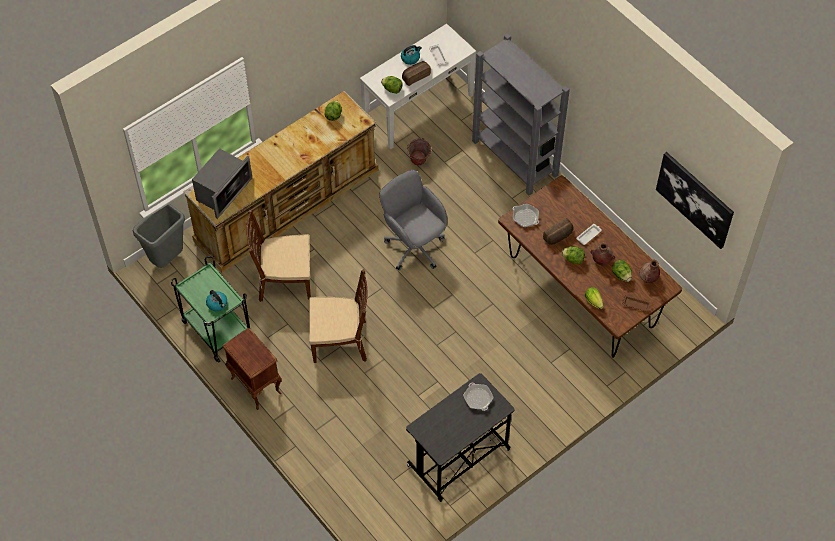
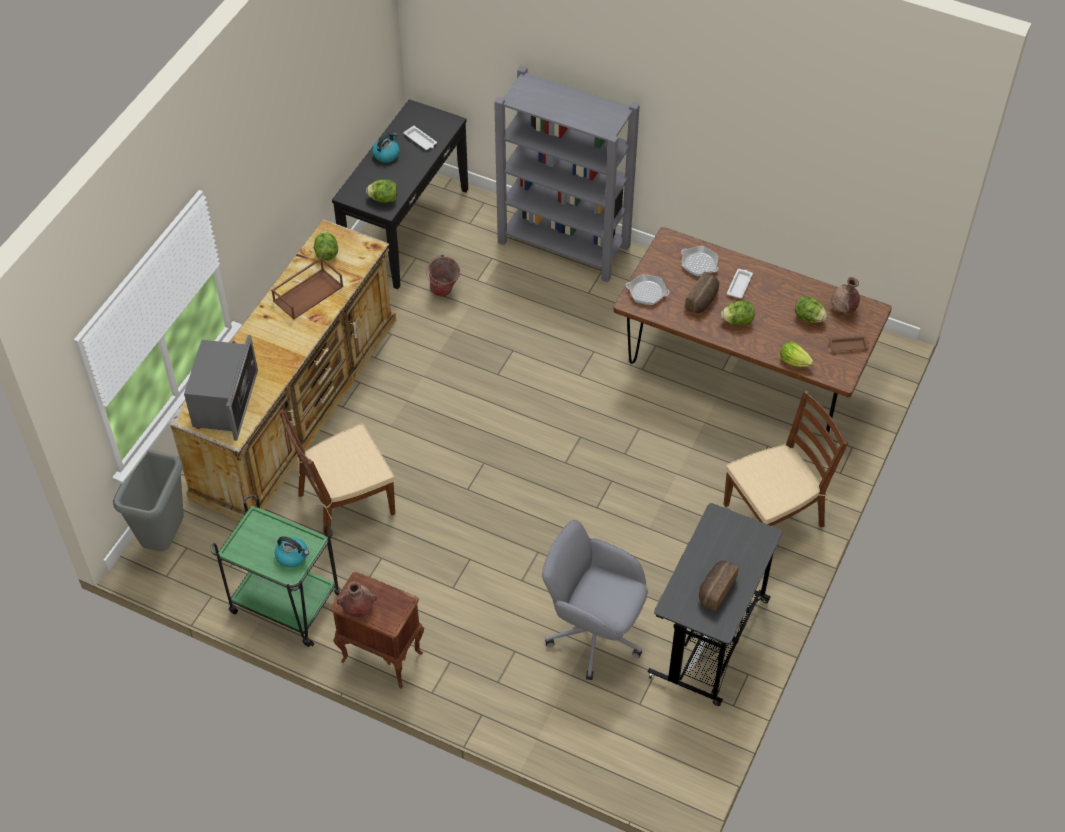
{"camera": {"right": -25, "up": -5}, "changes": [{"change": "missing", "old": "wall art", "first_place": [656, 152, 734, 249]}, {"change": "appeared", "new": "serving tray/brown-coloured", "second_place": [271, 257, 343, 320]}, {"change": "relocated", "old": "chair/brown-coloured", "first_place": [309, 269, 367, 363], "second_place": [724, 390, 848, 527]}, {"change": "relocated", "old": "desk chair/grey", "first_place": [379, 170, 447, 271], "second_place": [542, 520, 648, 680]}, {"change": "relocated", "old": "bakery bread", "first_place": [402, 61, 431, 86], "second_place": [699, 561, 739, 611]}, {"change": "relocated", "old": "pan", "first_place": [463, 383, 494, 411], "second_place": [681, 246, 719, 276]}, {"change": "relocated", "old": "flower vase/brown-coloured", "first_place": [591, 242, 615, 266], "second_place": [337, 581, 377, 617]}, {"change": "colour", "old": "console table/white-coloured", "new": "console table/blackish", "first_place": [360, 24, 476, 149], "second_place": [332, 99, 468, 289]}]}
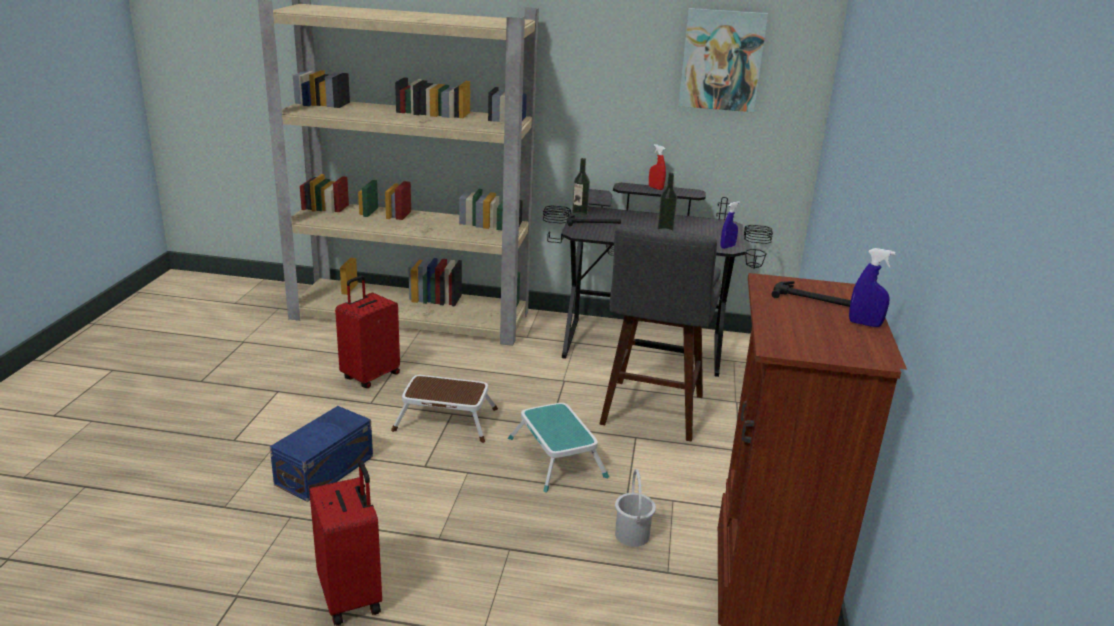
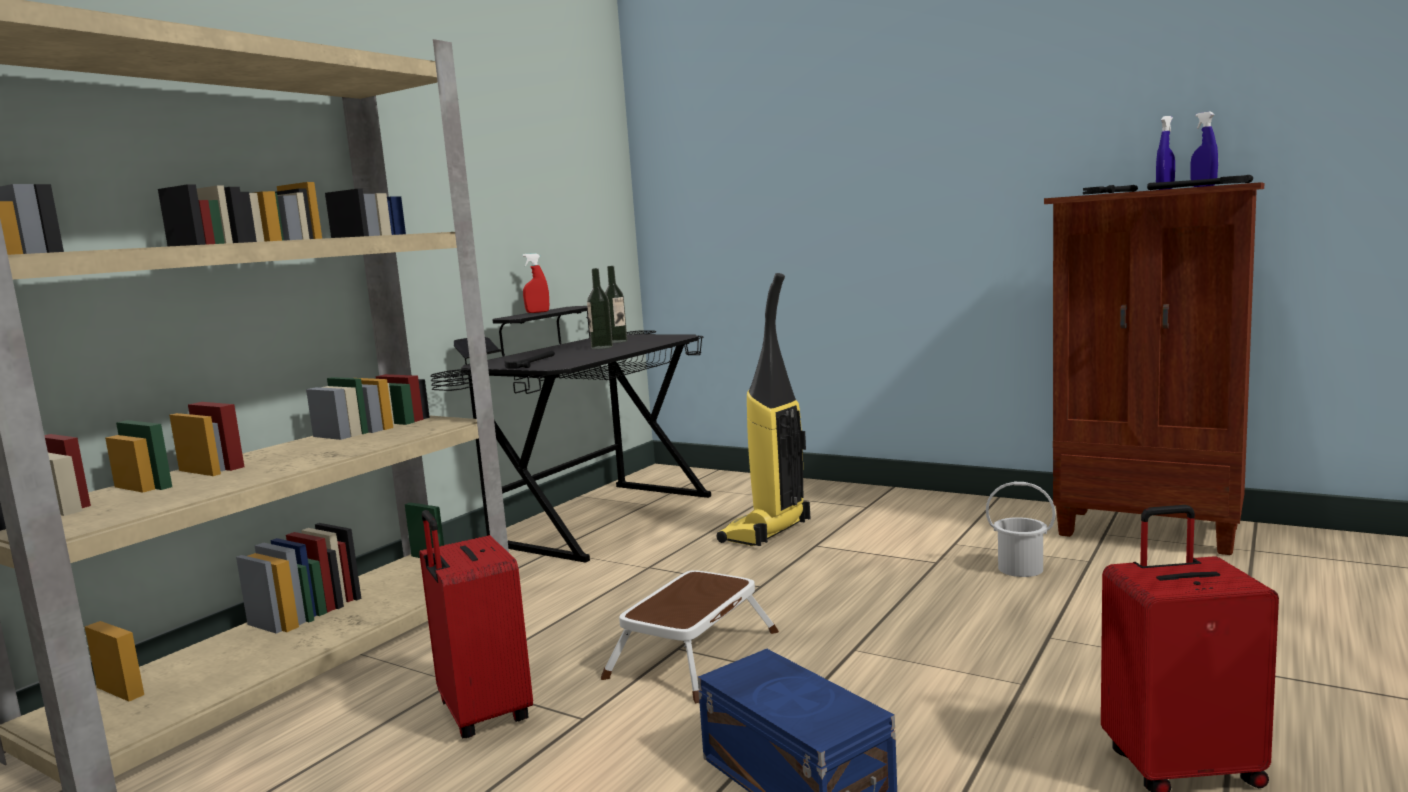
{"camera": {"right": -65, "up": -15}, "changes": [{"change": "missing", "old": "step stool/blue-green", "first_place": [508, 403, 609, 493]}, {"change": "missing", "old": "wall art", "first_place": [678, 8, 768, 112]}, {"change": "appeared", "new": "hand hammer", "second_place": [1147, 175, 1253, 190]}, {"change": "relocated", "old": "bottle", "first_place": [572, 158, 590, 218], "second_place": [605, 266, 627, 343]}, {"change": "relocated", "old": "hand sprayer/blue", "first_place": [720, 202, 740, 249], "second_place": [1191, 111, 1218, 187]}, {"change": "exchanged", "old": "sitting stool/grey", "new": "hoover", "first_place": [600, 225, 721, 442], "second_place": [716, 273, 811, 546]}]}
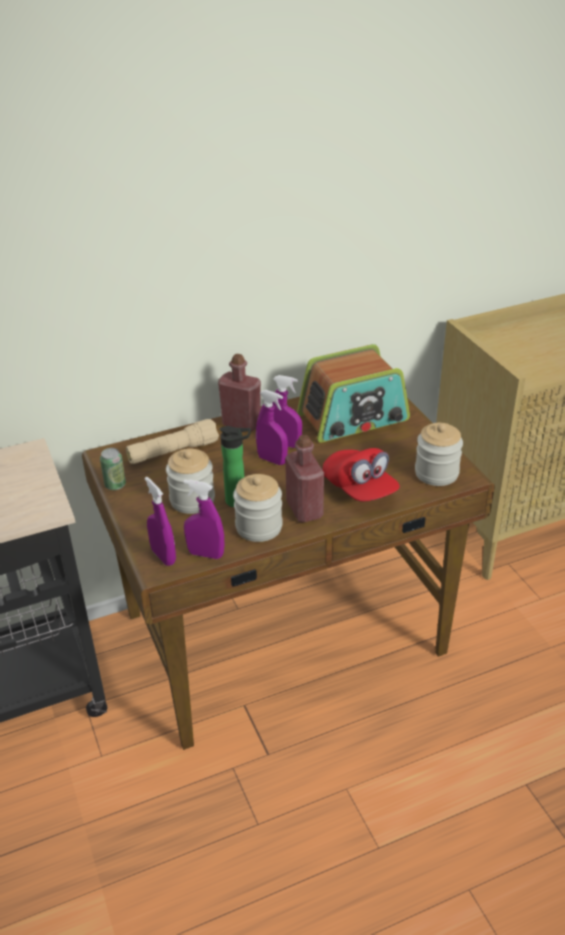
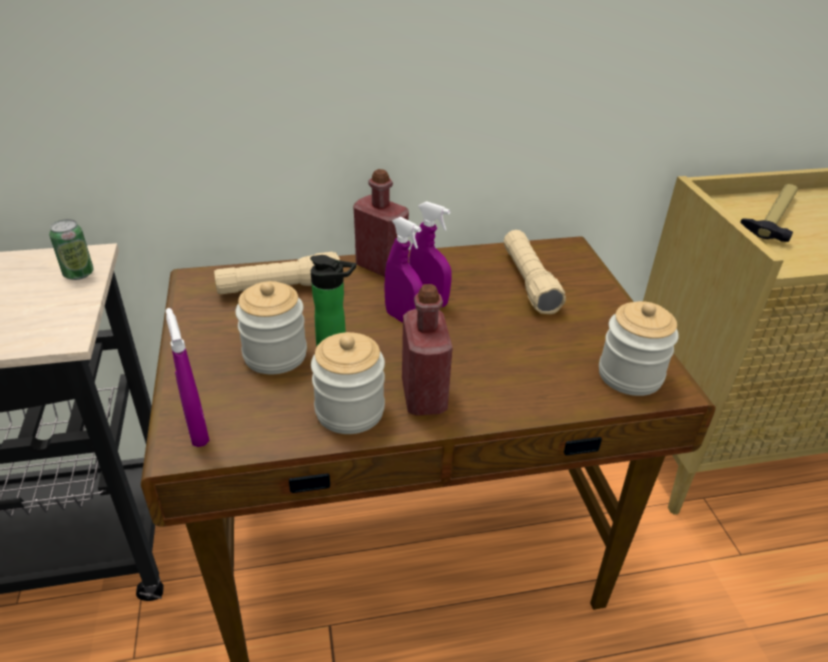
{"camera": {"right": 10, "up": 0}, "changes": [{"change": "missing", "old": "hand sprayer/purple", "first_place": [184, 479, 224, 559]}, {"change": "missing", "old": "baseball cap/red-coloured", "first_place": [323, 448, 400, 502]}, {"change": "appeared", "new": "hand hammer", "second_place": [740, 184, 798, 242]}, {"change": "relocated", "old": "metal can", "first_place": [100, 448, 126, 490], "second_place": [49, 219, 94, 280]}, {"change": "exchanged", "old": "radio set", "new": "torch/beige", "first_place": [297, 344, 410, 443], "second_place": [504, 230, 566, 314]}]}
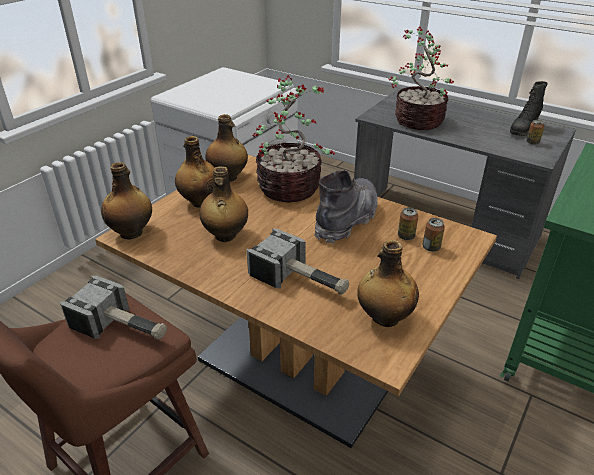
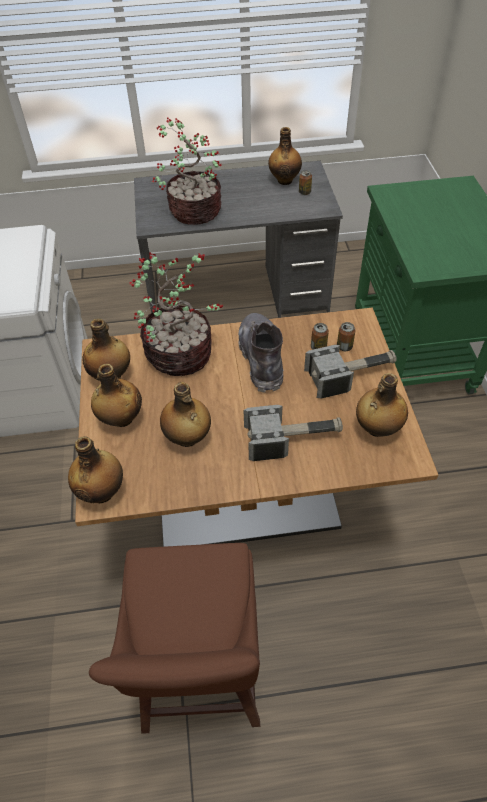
{"camera": {"right": -40, "up": 15}, "changes": [{"change": "relocated", "old": "hand hammer", "first_place": [60, 276, 167, 340], "second_place": [304, 345, 397, 399]}, {"change": "exchanged", "old": "tall boot/blackish", "new": "bottle", "first_place": [510, 81, 548, 136], "second_place": [268, 127, 302, 185]}]}
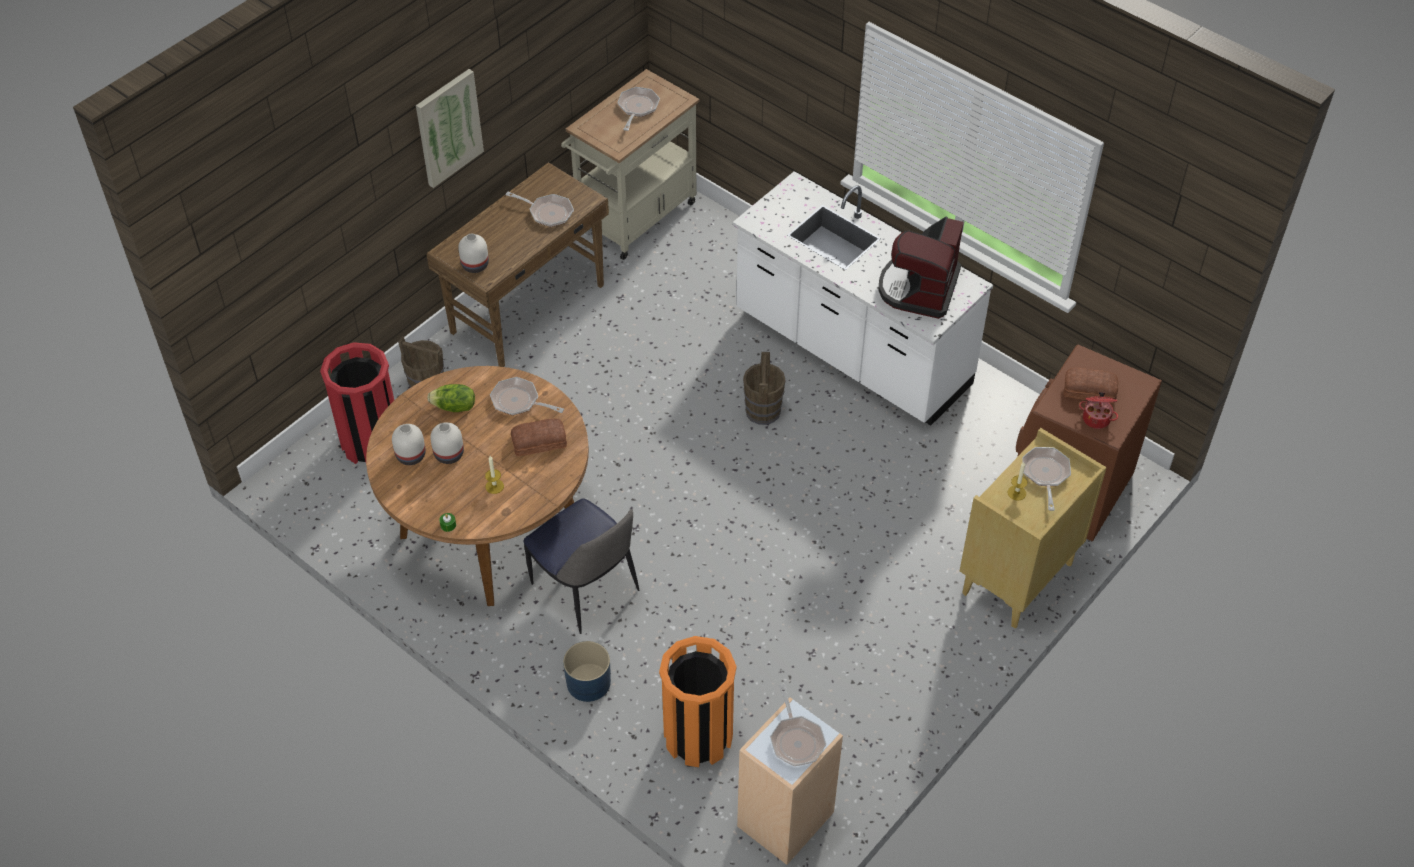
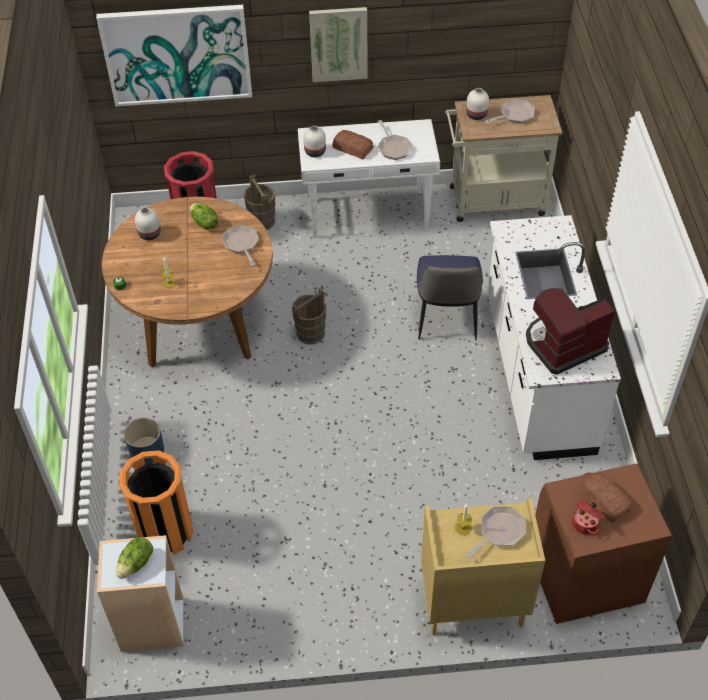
{"camera": {"right": 45, "up": 0}, "changes": [{"change": "appeared", "new": "wall art", "second_place": [96, 5, 252, 106]}, {"change": "relocated", "old": "flower vase/white-coloured", "first_place": [430, 422, 464, 464], "second_place": [466, 88, 489, 120]}, {"change": "relocated", "old": "bakery bread", "first_place": [511, 419, 567, 456], "second_place": [333, 130, 373, 159]}, {"change": "relocated", "old": "chair", "first_place": [523, 498, 639, 634], "second_place": [417, 255, 483, 340]}, {"change": "relocated", "old": "bucket/brown-coloured", "first_place": [743, 352, 786, 425], "second_place": [292, 288, 326, 345]}, {"change": "exchanged", "old": "pan", "new": "lettuce head", "first_place": [770, 684, 826, 766], "second_place": [116, 537, 153, 579]}, {"change": "colour", "old": "console table/brown-coloured", "new": "console table/white-coloured", "first_place": [427, 162, 609, 367], "second_place": [298, 119, 440, 238]}]}
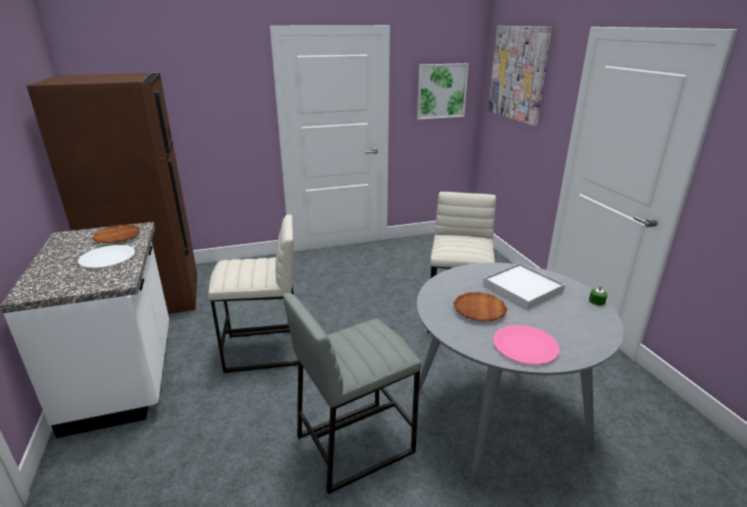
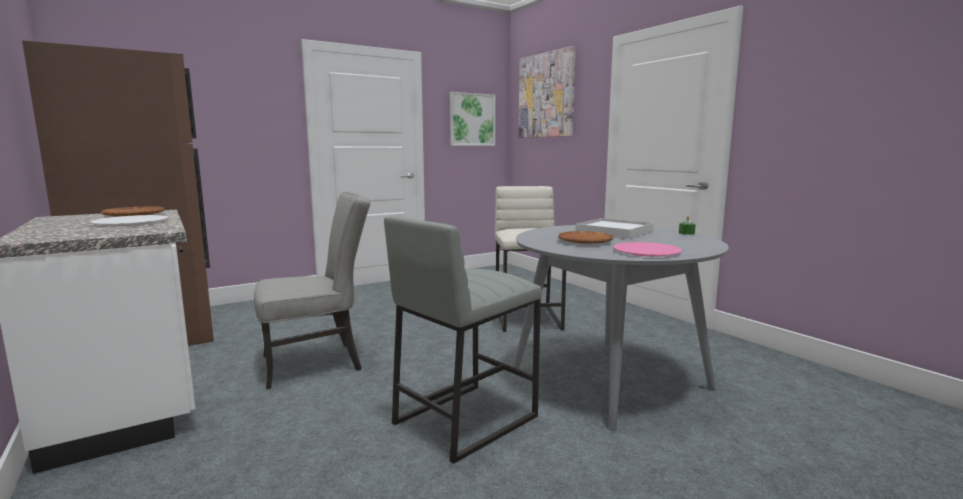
{"camera": {"right": -15, "up": -15}, "changes": [{"change": "exchanged", "old": "sitting stool/beige", "new": "chair/grey", "first_place": [208, 215, 298, 373], "second_place": [254, 192, 371, 389]}]}
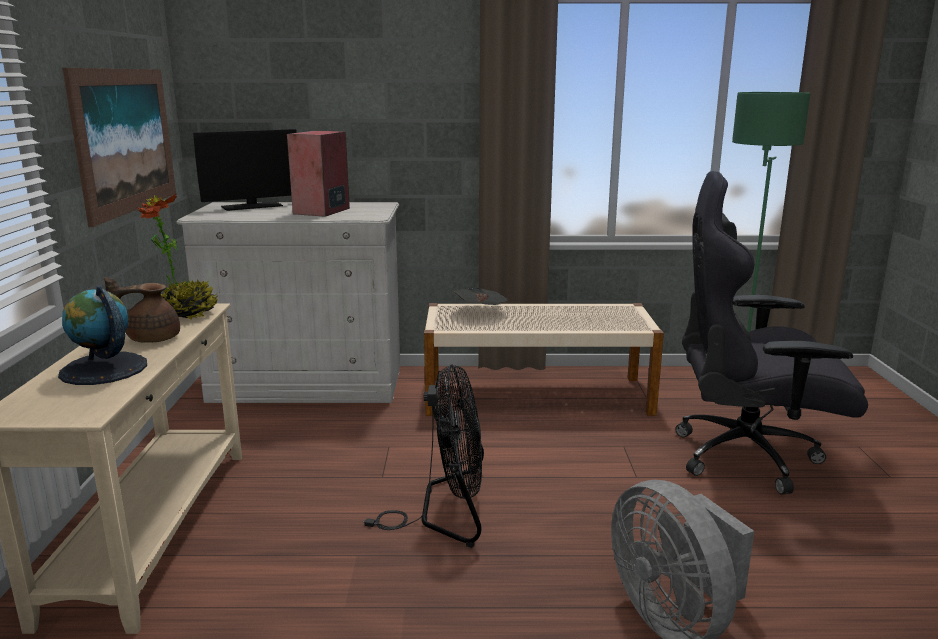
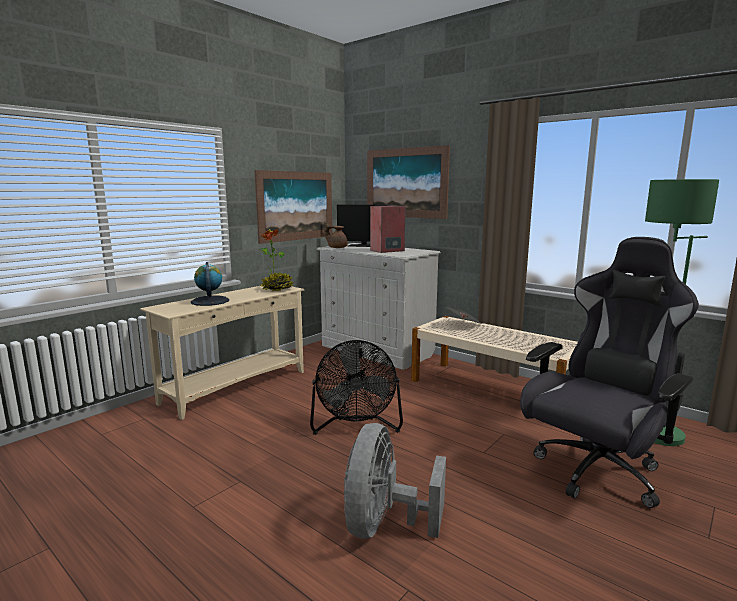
{"camera": {"right": 40, "up": -5}, "changes": [{"change": "appeared", "new": "wall art", "second_place": [367, 145, 450, 219]}, {"change": "relocated", "old": "pot for tea/brown-coloured", "first_place": [104, 277, 180, 343], "second_place": [324, 221, 348, 248]}, {"change": "spun", "old": "electric fan/blackish", "first_place": [362, 364, 484, 548], "second_place": [310, 340, 403, 435], "degrees": 45}, {"change": "spun", "old": "desk chair/blackish", "first_place": [675, 171, 868, 495], "second_place": [520, 237, 699, 508], "degrees": 90}]}
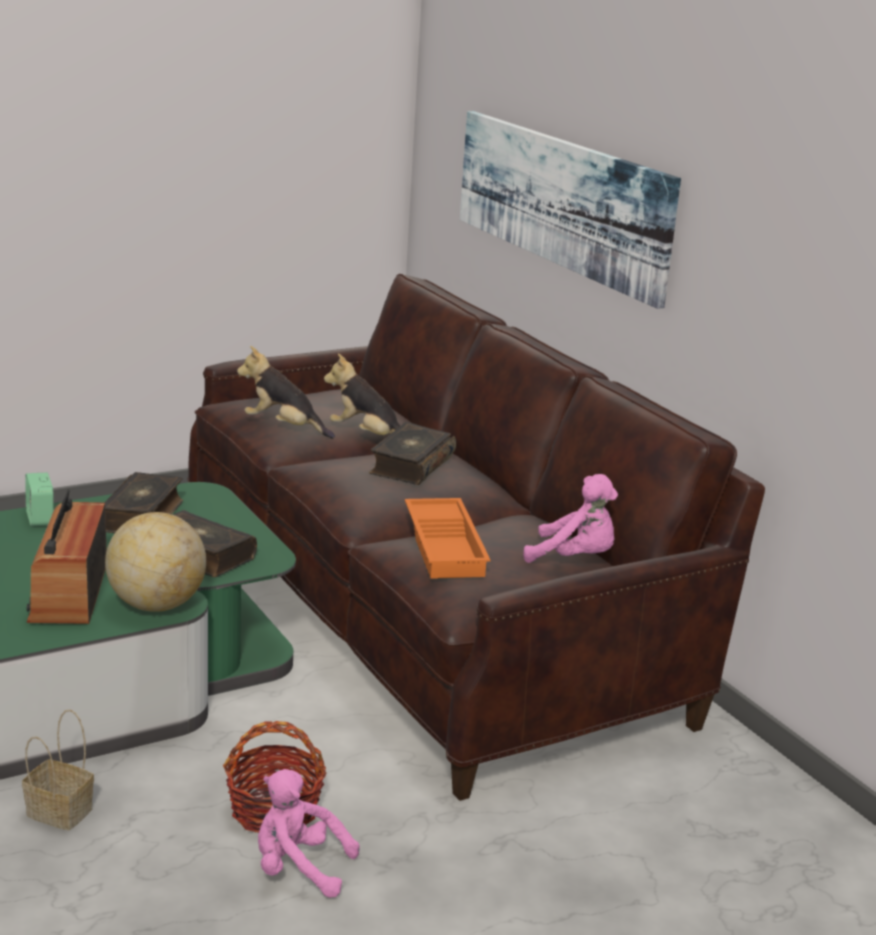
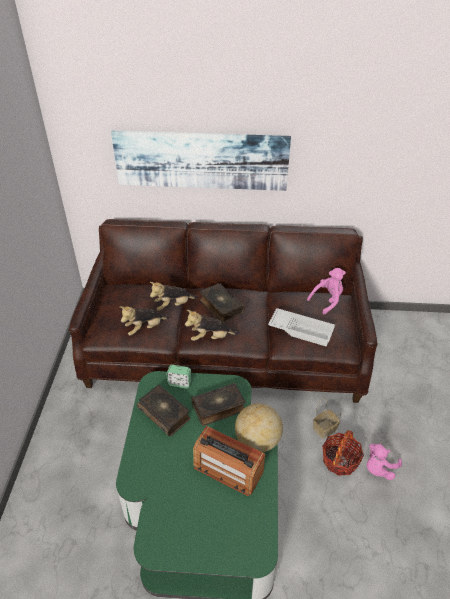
{"camera": {"right": -55, "up": 20}, "changes": [{"change": "appeared", "new": "cuddly toy", "second_place": [185, 310, 239, 341]}, {"change": "relocated", "old": "household basket", "first_place": [22, 710, 94, 830], "second_place": [313, 397, 341, 439]}, {"change": "relocated", "old": "table clock", "first_place": [25, 473, 54, 527], "second_place": [166, 365, 192, 389]}, {"change": "colour", "old": "serving tray/orange", "new": "serving tray/white-coloured", "first_place": [405, 498, 490, 579], "second_place": [268, 308, 335, 347]}]}
